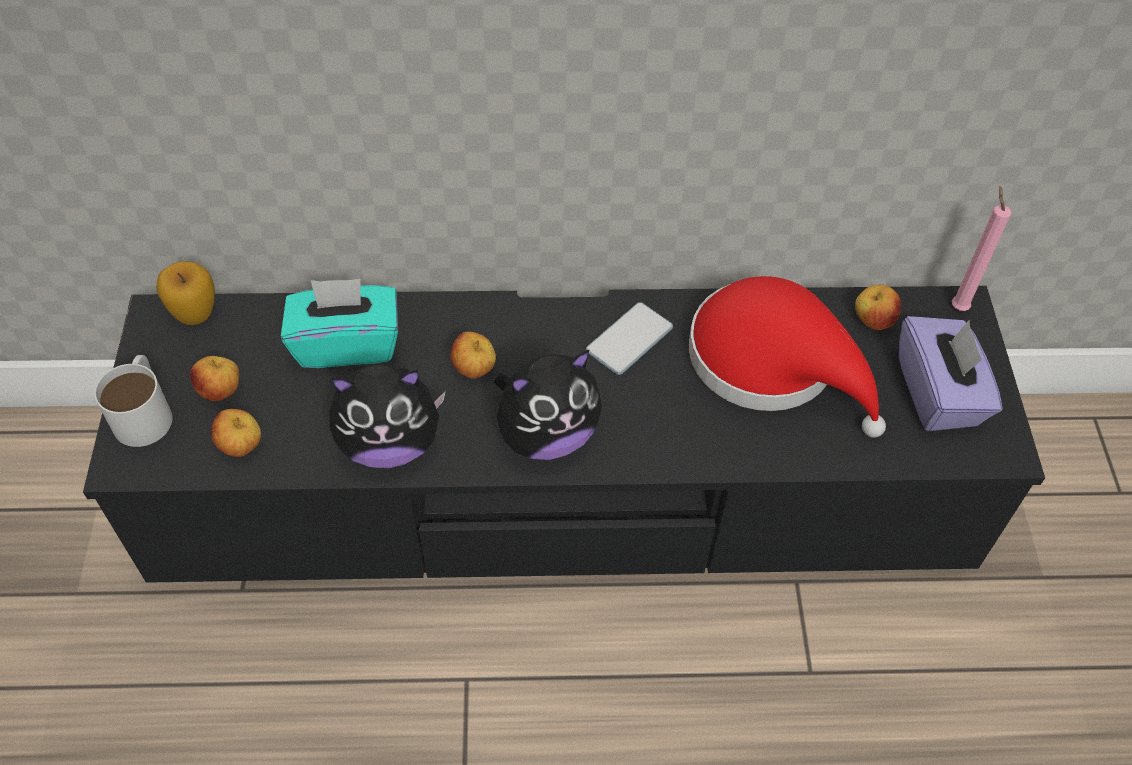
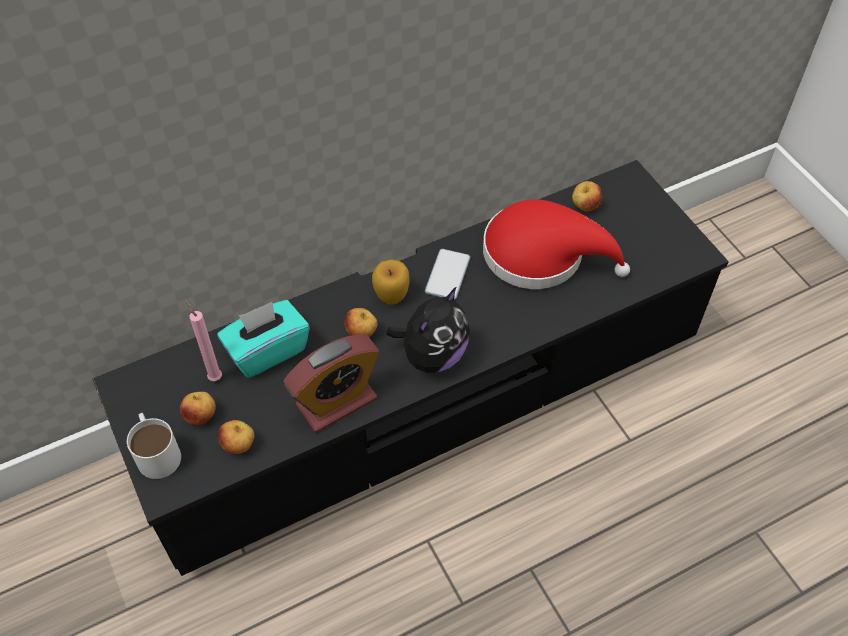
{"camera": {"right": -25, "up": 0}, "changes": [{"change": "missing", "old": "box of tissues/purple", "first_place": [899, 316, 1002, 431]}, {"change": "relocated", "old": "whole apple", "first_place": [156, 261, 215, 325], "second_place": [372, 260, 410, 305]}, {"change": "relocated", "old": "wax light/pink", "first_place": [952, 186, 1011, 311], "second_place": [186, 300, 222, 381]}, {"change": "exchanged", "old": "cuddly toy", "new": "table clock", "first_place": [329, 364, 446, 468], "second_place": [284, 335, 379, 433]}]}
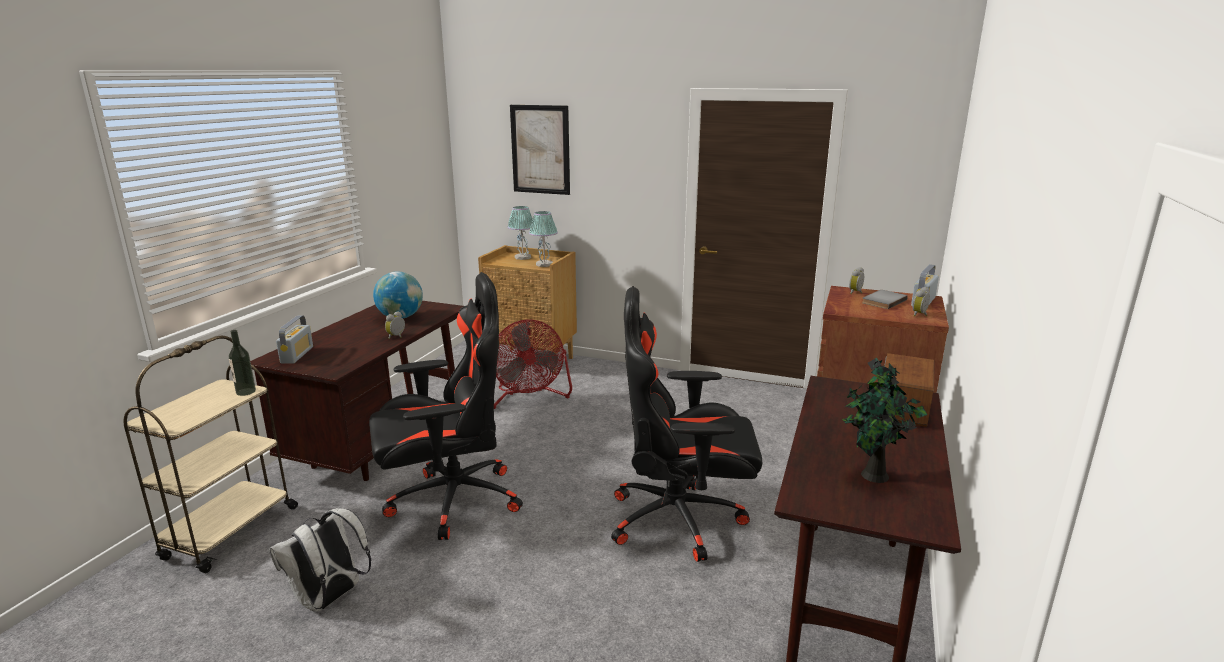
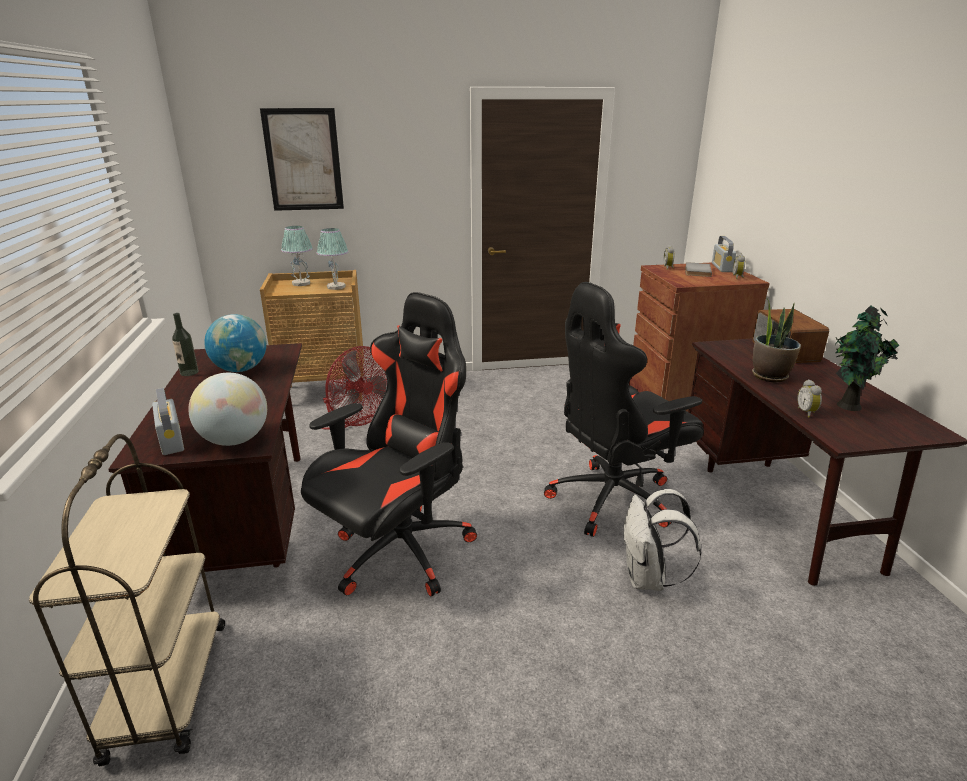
{"camera": {"right": -30, "up": 5}, "changes": [{"change": "appeared", "new": "desk globe", "second_place": [188, 373, 267, 446]}, {"change": "appeared", "new": "plant in a pot", "second_place": [752, 300, 801, 383]}, {"change": "relocated", "old": "bottle", "first_place": [229, 330, 256, 396], "second_place": [172, 313, 199, 376]}, {"change": "relocated", "old": "knapsack/white-coloured", "first_place": [269, 508, 371, 612], "second_place": [623, 489, 702, 591]}, {"change": "relocated", "old": "table clock", "first_place": [385, 311, 405, 339], "second_place": [797, 379, 822, 418]}]}
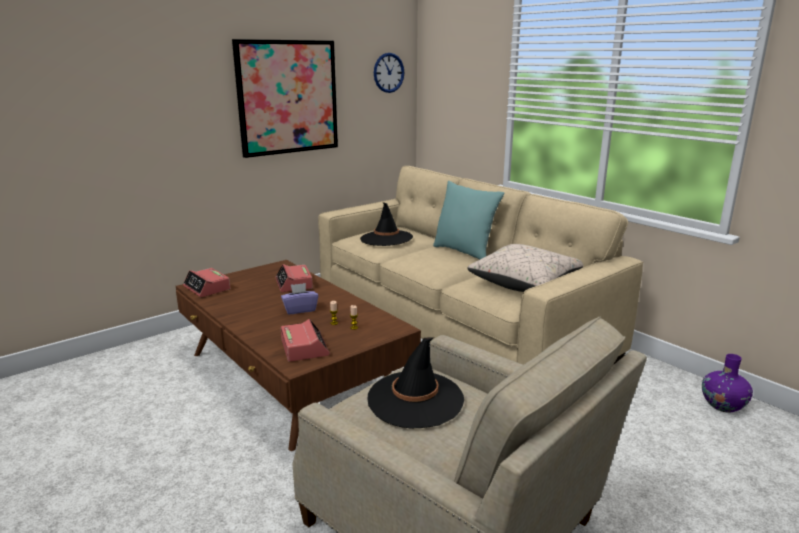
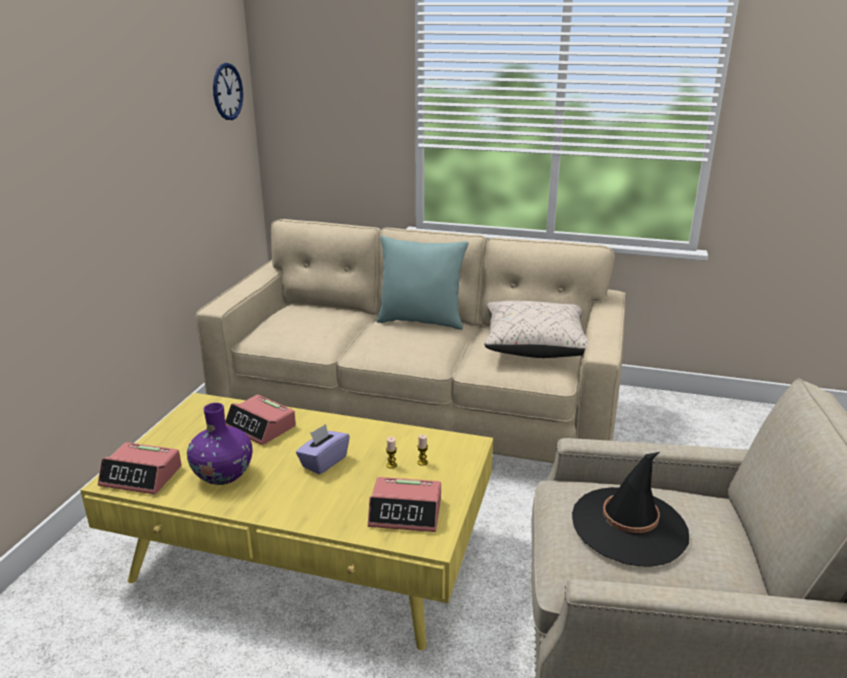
{"camera": {"right": -35, "up": 5}, "changes": [{"change": "missing", "old": "wall art", "first_place": [232, 39, 338, 158]}, {"change": "missing", "old": "hat/blackish", "first_place": [360, 202, 413, 246]}, {"change": "relocated", "old": "flower vase/purple", "first_place": [702, 354, 753, 413], "second_place": [187, 403, 252, 485]}, {"change": "colour", "old": "low table/brown-coloured", "new": "low table/yellow", "first_place": [176, 260, 421, 451], "second_place": [80, 393, 493, 650]}, {"change": "spun", "old": "table clock", "first_place": [281, 319, 330, 362], "second_place": [368, 477, 441, 532], "degrees": 150}]}
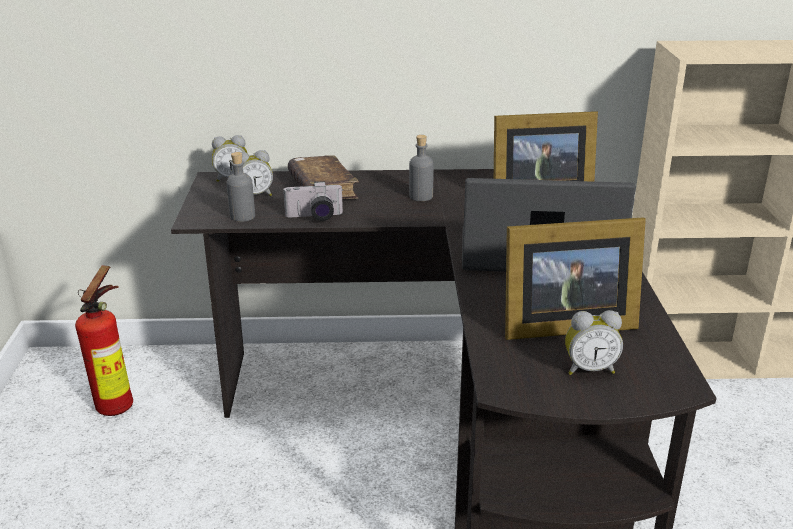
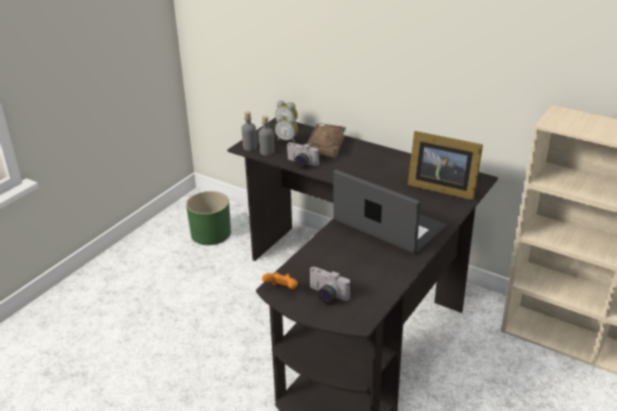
{"camera": {"right": 35, "up": 5}, "changes": [{"change": "missing", "old": "photo frame", "first_place": [505, 217, 646, 340]}, {"change": "appeared", "new": "game controller/orange", "second_place": [262, 272, 298, 290]}, {"change": "relocated", "old": "bottle/grey", "first_place": [409, 135, 434, 201], "second_place": [242, 112, 257, 151]}, {"change": "exchanged", "old": "extinguisher", "new": "plant pot/green-coloured", "first_place": [75, 265, 133, 416], "second_place": [186, 191, 231, 245]}, {"change": "exchanged", "old": "table clock", "new": "still camera", "first_place": [565, 310, 623, 375], "second_place": [309, 267, 351, 304]}]}
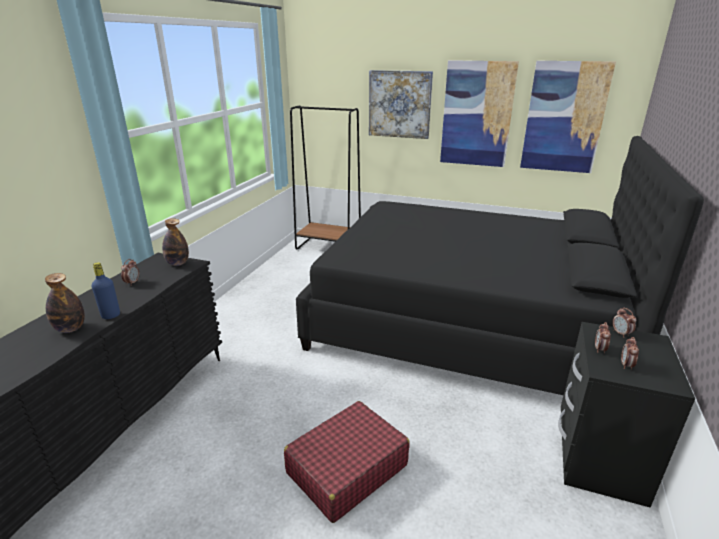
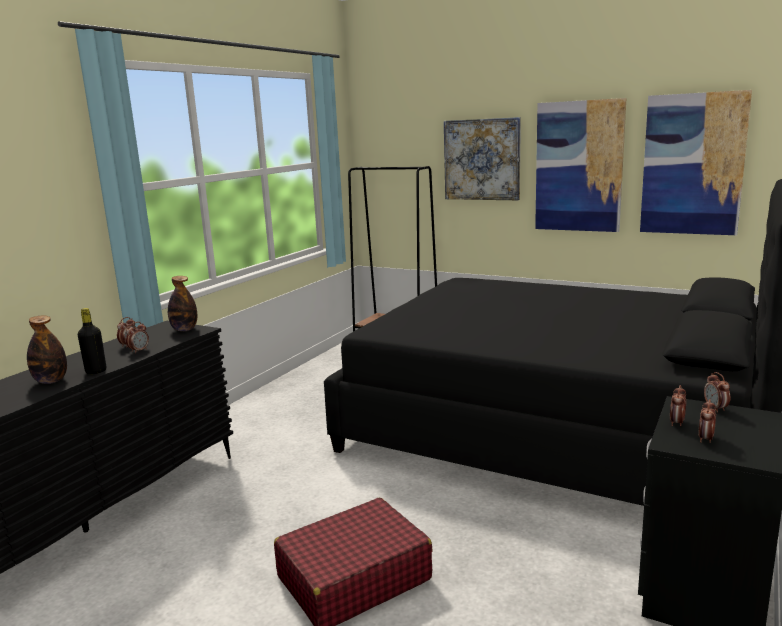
{"camera": {"right": 10, "up": -10}, "changes": [{"change": "appeared", "new": "table clock", "second_place": [126, 322, 149, 353]}, {"change": "colour", "old": "bottle/blue", "new": "bottle/blackish", "first_place": [92, 262, 120, 319], "second_place": [78, 308, 106, 374]}]}
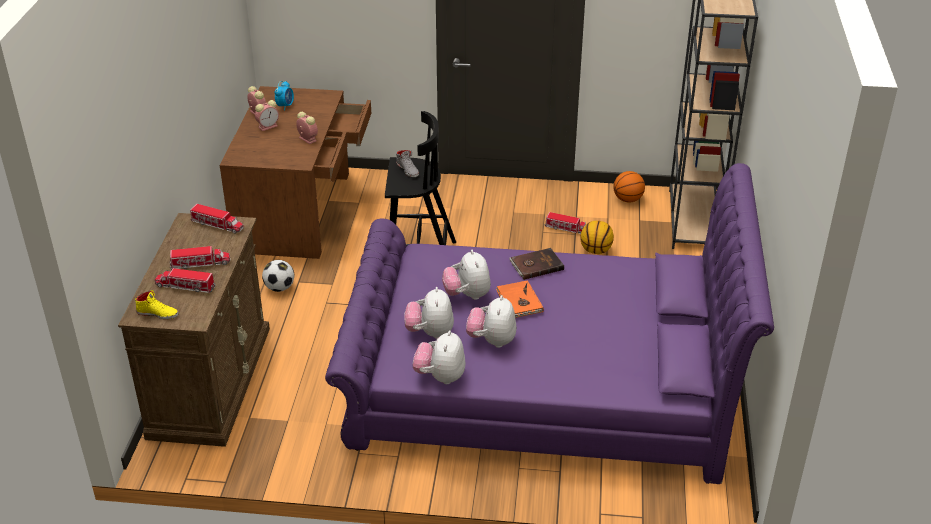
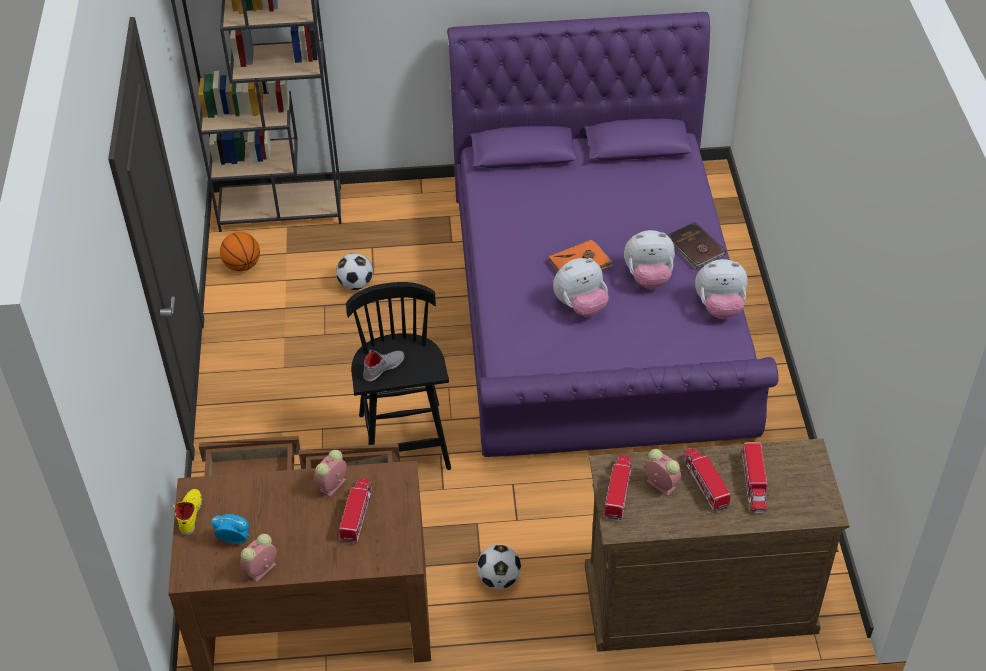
{"camera": {"right": -100, "up": 10}, "changes": [{"change": "missing", "old": "cuddly toy", "first_place": [404, 287, 454, 339]}, {"change": "relocated", "old": "low shoe/yellow", "first_place": [135, 290, 179, 319], "second_place": [173, 489, 202, 536]}, {"change": "relocated", "old": "table clock", "first_place": [255, 100, 279, 131], "second_place": [645, 449, 681, 496]}, {"change": "relocated", "old": "bound book/brown-coloured", "first_place": [509, 248, 564, 280], "second_place": [667, 222, 726, 269]}, {"change": "relocated", "old": "toy lorry", "first_place": [545, 212, 586, 234], "second_place": [339, 478, 372, 544]}, {"change": "exchanged", "old": "basketball", "new": "ball for football", "first_place": [580, 221, 614, 254], "second_place": [336, 253, 373, 290]}]}
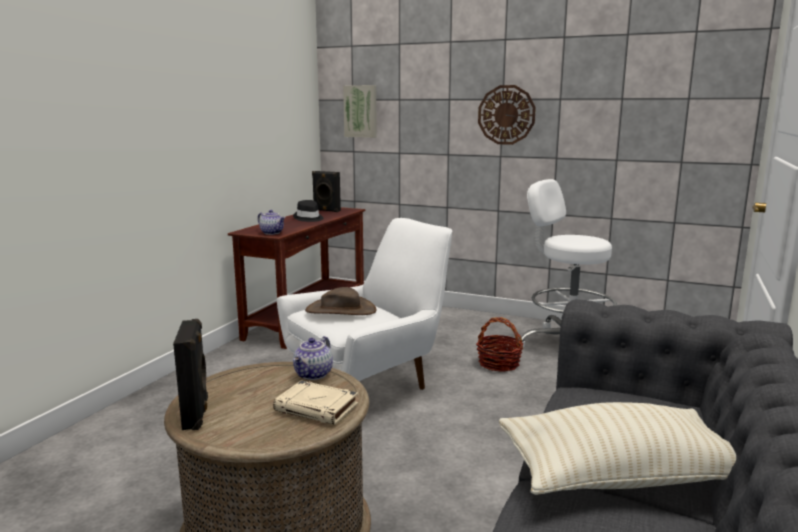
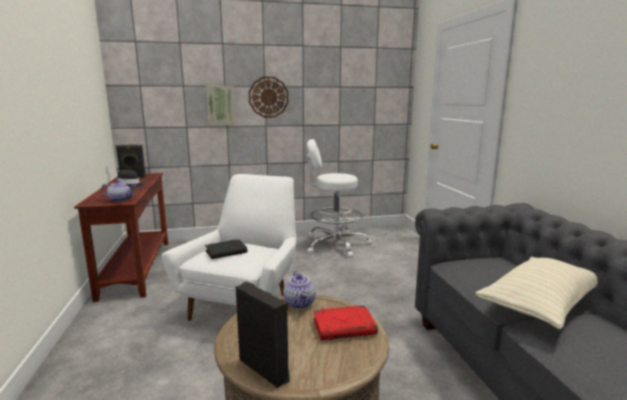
{"camera": {"right": -35, "up": 0}, "changes": [{"change": "missing", "old": "household basket", "first_place": [476, 317, 523, 372]}, {"change": "relocated", "old": "wall art", "first_place": [343, 85, 377, 138], "second_place": [206, 85, 235, 126]}, {"change": "exchanged", "old": "hat/brown-coloured", "new": "bound book/blackish", "first_place": [305, 287, 377, 315], "second_place": [205, 239, 247, 259]}, {"change": "colour", "old": "bound book/beige", "new": "bound book/red-coloured", "first_place": [273, 381, 358, 425], "second_place": [313, 305, 378, 340]}]}
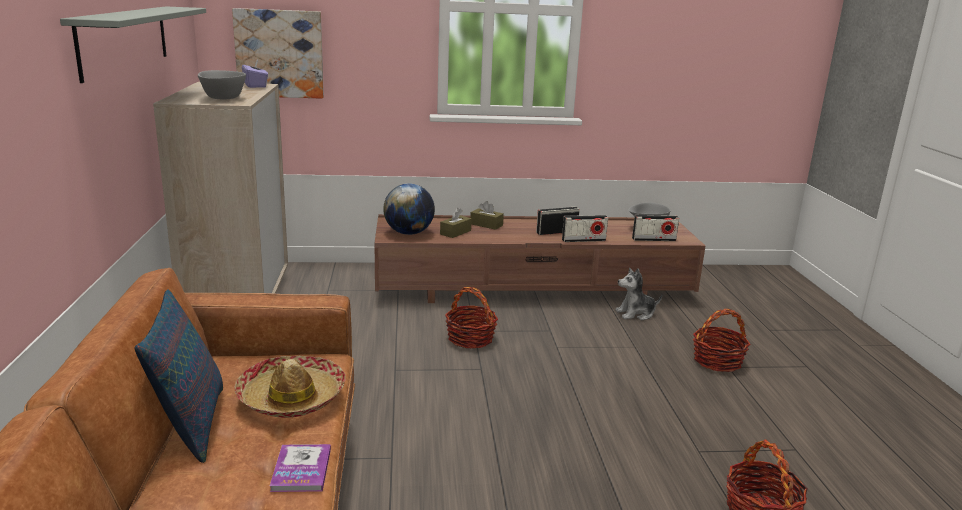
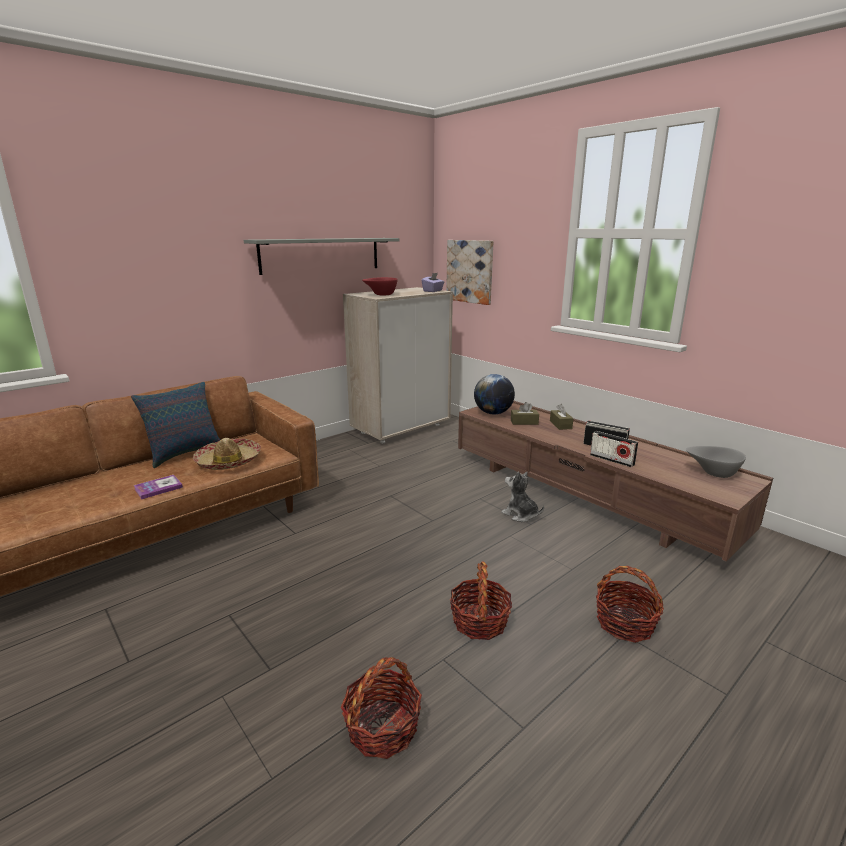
{"camera": {"right": 55, "up": 0}, "changes": [{"change": "missing", "old": "radio set", "first_place": [632, 215, 679, 241]}, {"change": "relocated", "old": "household basket", "first_place": [445, 287, 498, 348], "second_place": [450, 561, 512, 640]}, {"change": "relocated", "old": "cuddly toy", "first_place": [615, 268, 662, 320], "second_place": [501, 471, 544, 522]}, {"change": "colour", "old": "bowl/grey", "new": "bowl/red-coloured", "first_place": [198, 70, 246, 99], "second_place": [362, 277, 398, 295]}]}
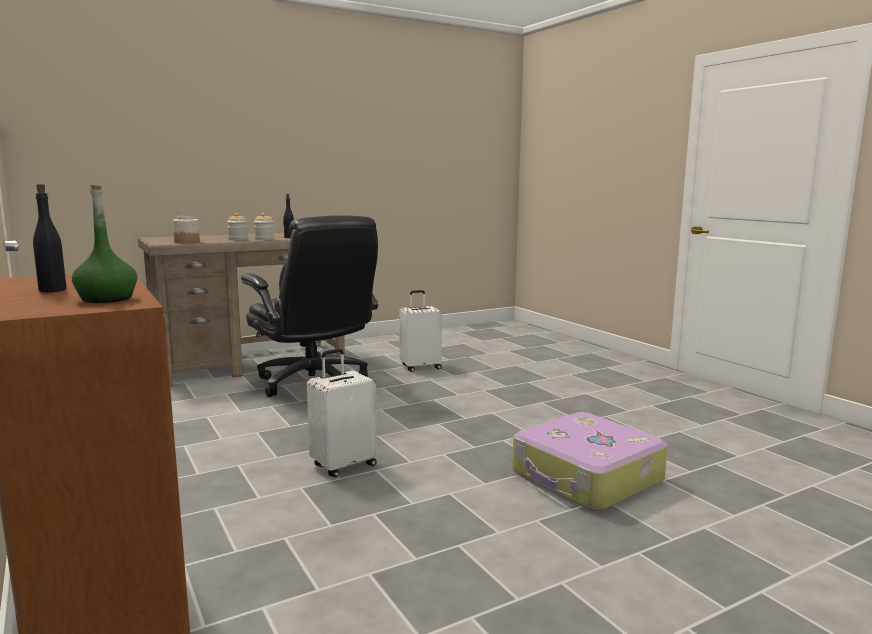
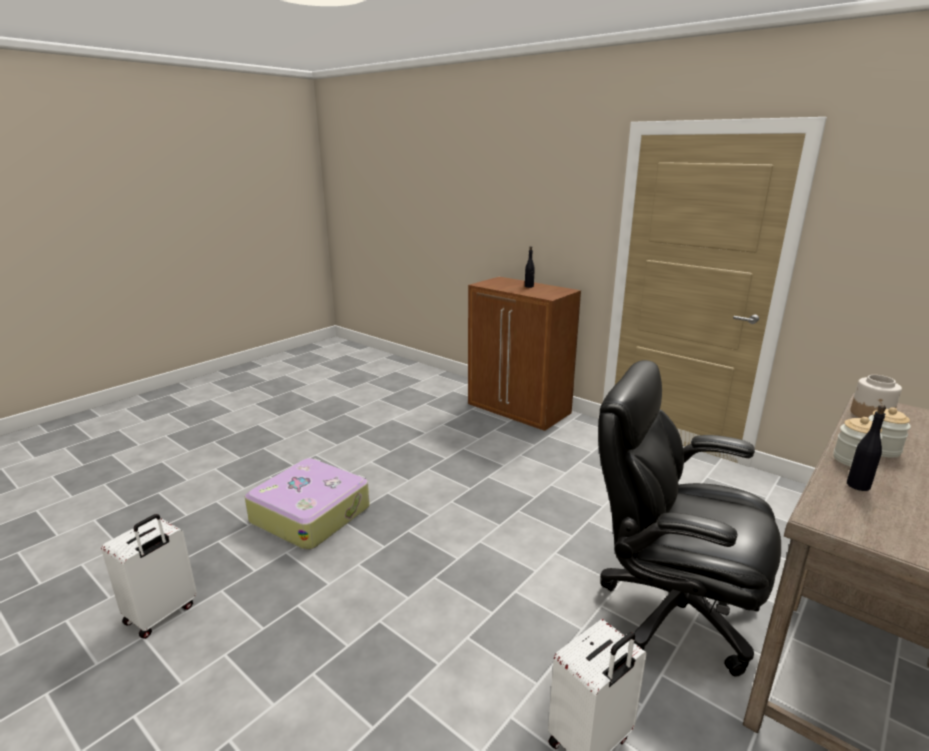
{"camera": {"right": 160, "up": 10}, "changes": [{"change": "missing", "old": "bottle/green-coloured", "first_place": [72, 185, 137, 303]}, {"change": "relocated", "old": "travel case/white-coloured", "first_place": [307, 349, 377, 477], "second_place": [101, 514, 197, 639]}]}
